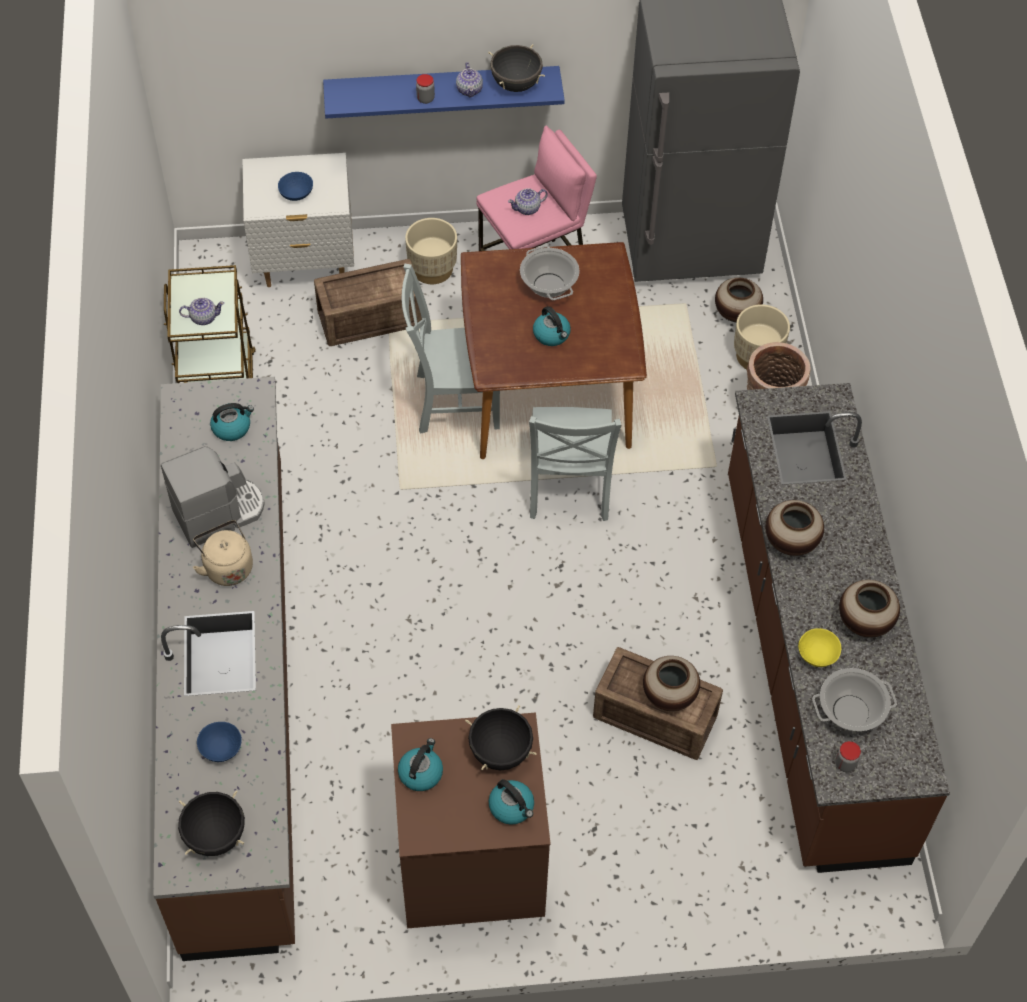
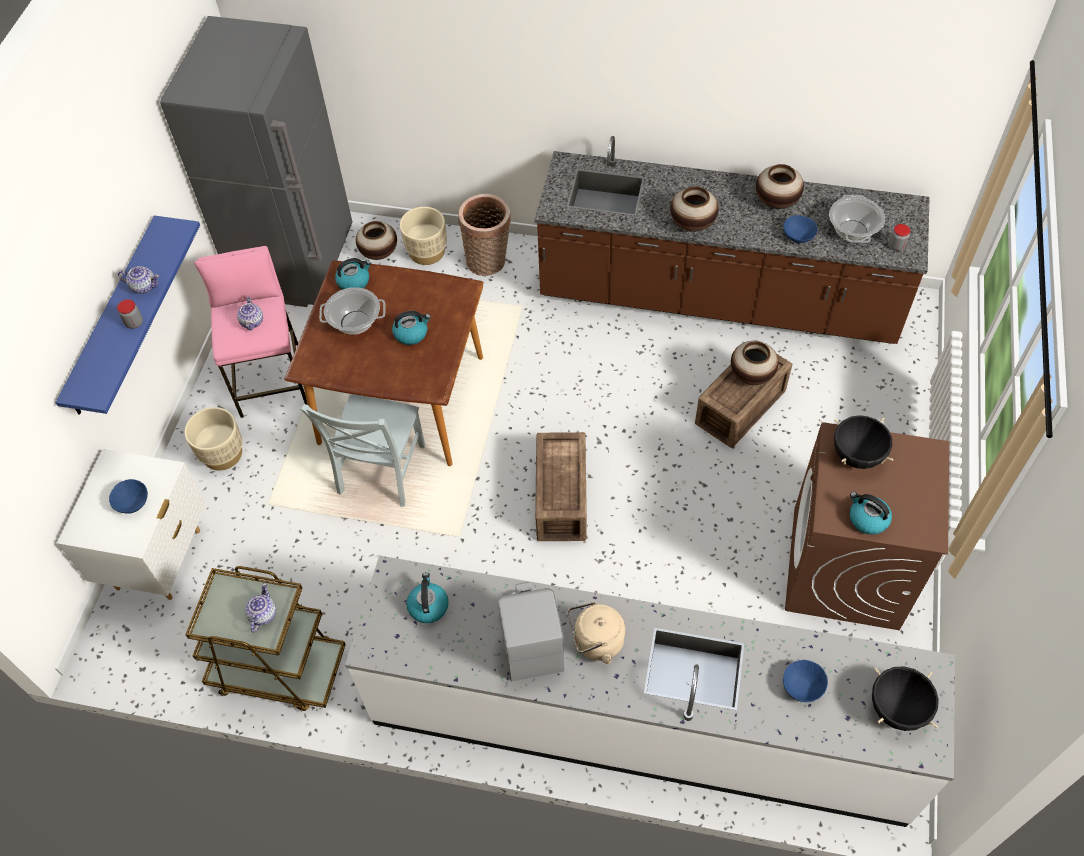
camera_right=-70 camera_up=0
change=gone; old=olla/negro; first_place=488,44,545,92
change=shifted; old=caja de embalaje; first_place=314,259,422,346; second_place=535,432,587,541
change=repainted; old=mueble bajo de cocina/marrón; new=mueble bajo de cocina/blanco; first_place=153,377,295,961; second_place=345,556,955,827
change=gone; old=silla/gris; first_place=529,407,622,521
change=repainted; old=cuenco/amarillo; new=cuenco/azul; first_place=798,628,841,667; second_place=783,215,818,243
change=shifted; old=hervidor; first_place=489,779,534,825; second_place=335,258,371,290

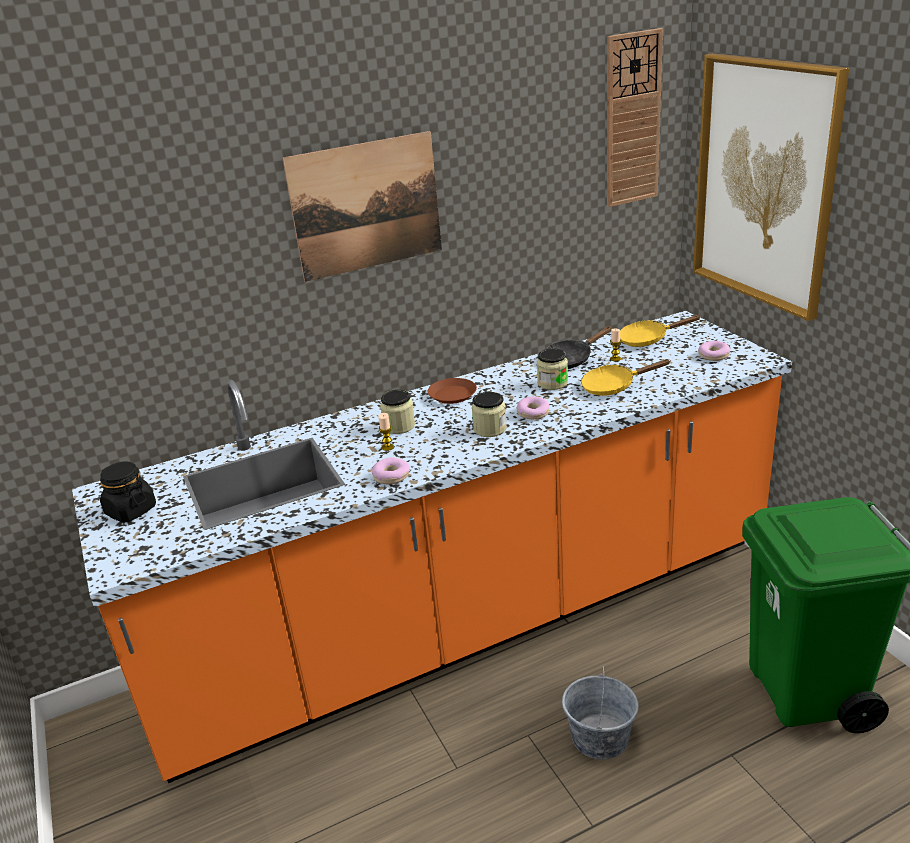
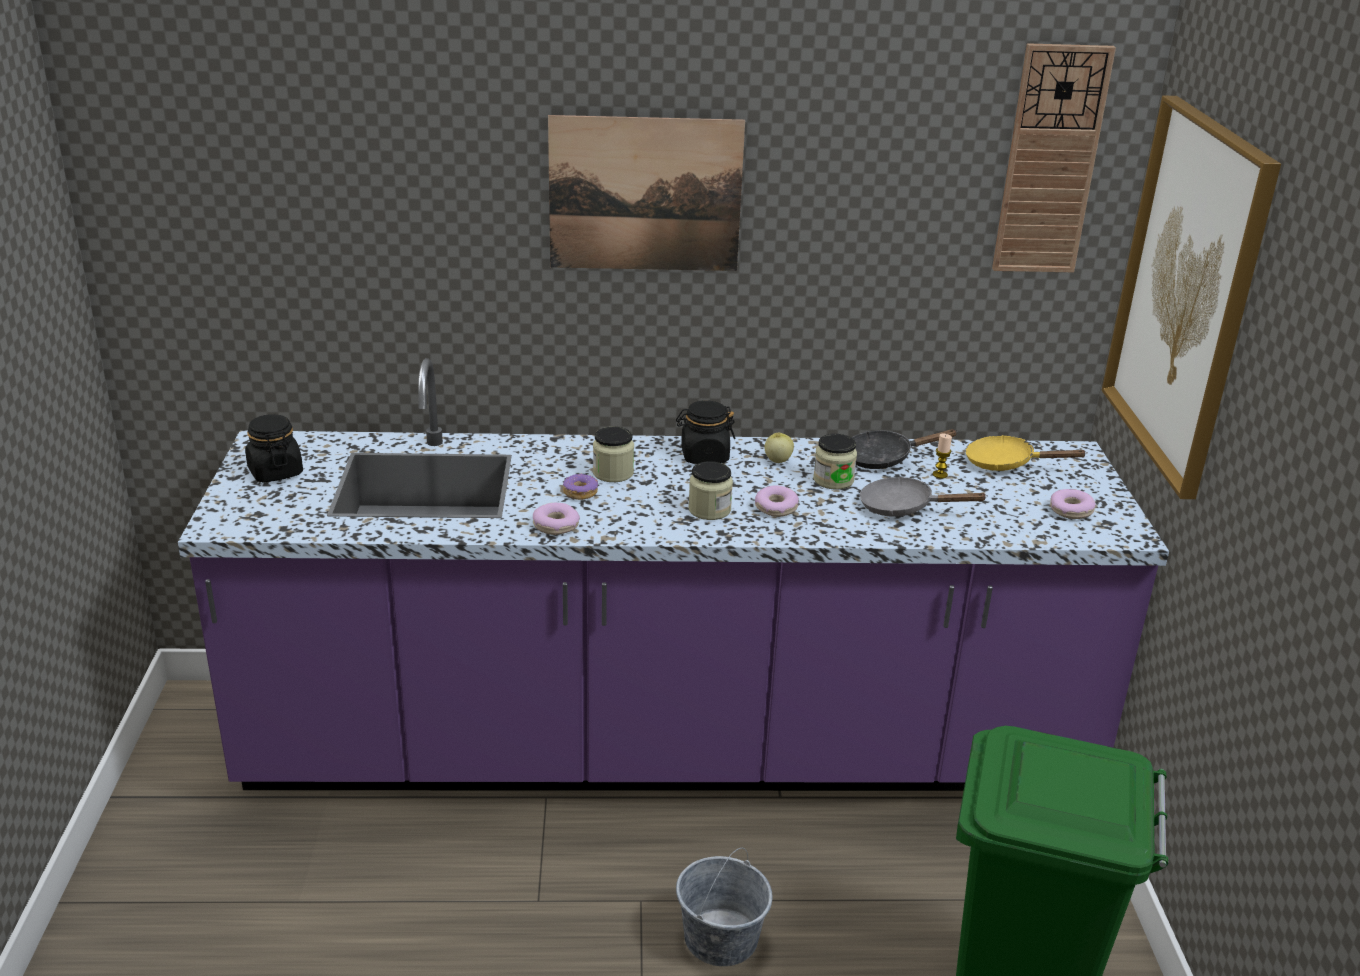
camera_right=20 camera_up=0
change=repainted; old=mueble bajo de cocina/naranja; new=mueble bajo de cocina/morado; first_place=72,311,792,783; second_place=178,358,1169,791
change=repainted; old=sartén/amarillo; new=sartén/gris; first_place=581,359,670,396; second_place=860,477,988,517
change=swapped; old=plato/marrón; new=tarro/negro; first_place=428,378,477,404; second_place=676,400,736,464
change=swapped; old=vela; new=rosquilla; first_place=378,413,394,451; second_place=563,473,598,500
change=new; new=manzana; second_place=765,433,794,463

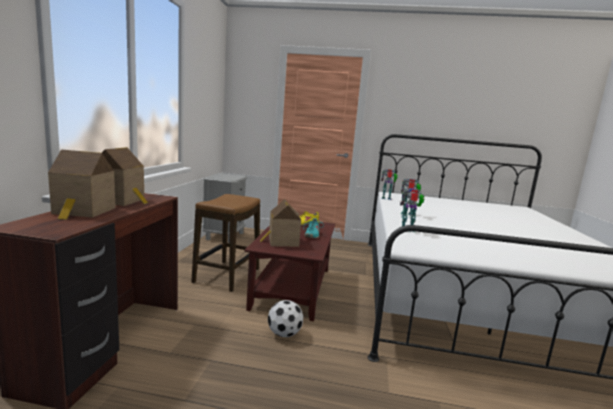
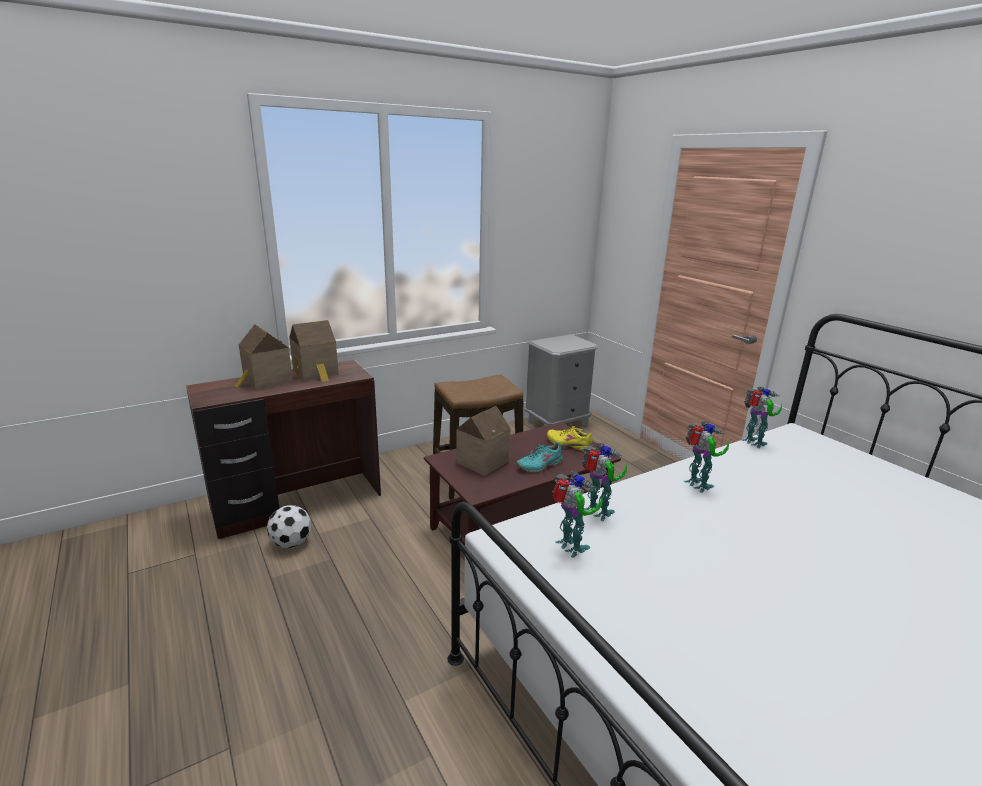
camera_right=50 camera_up=10
change=shifted; old=balón de fútbol; first_place=268,300,304,337; second_place=267,505,311,548
change=new; new=robot de juguete; second_place=552,471,603,558

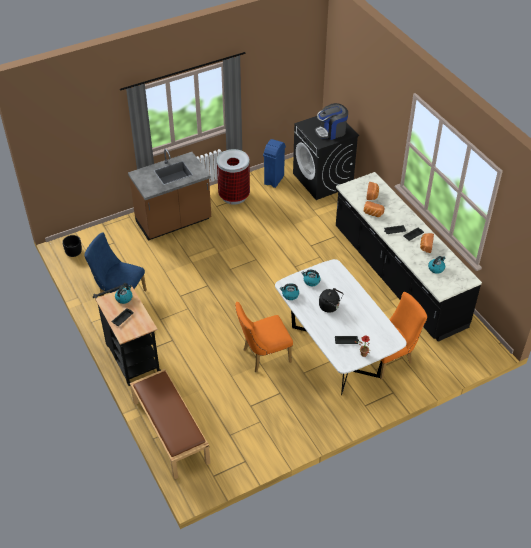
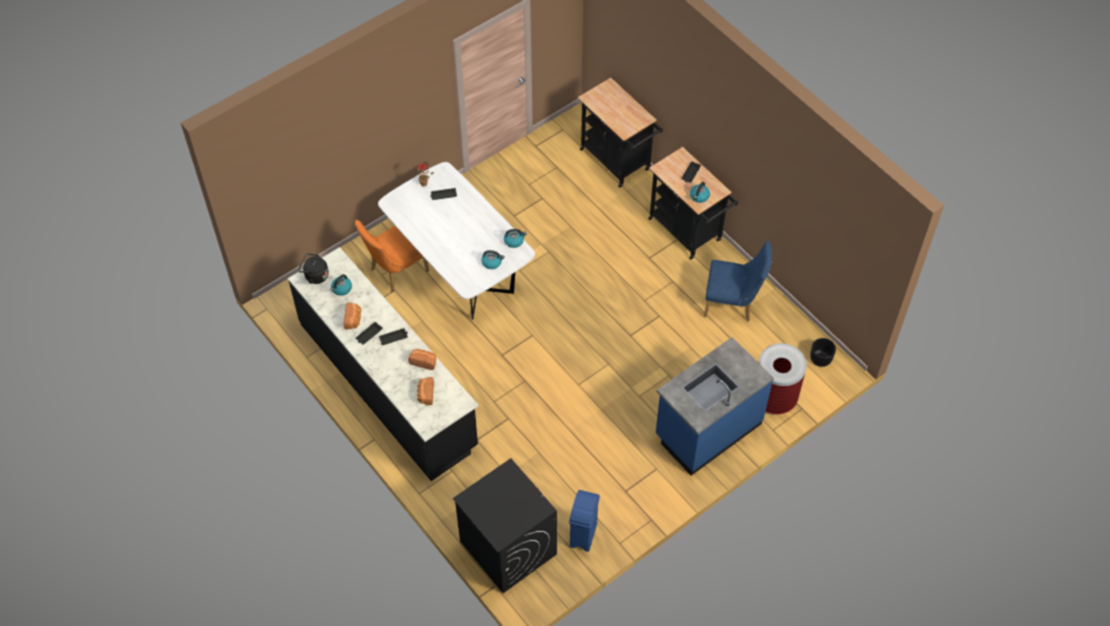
camera_right=170 camera_up=10
change=gone; old=cafetera; first_place=315,103,348,140
change=repainted; old=mueble bajo de cocina/marrón; new=mueble bajo de cocina/azul; first_place=128,149,211,241; second_place=656,337,774,476
change=shifted; old=papelera; first_place=217,149,250,205; second_place=758,343,807,415
change=shifted; old=hervidor/negro; first_place=319,288,344,313; second_place=298,253,329,284
change=gone; old=silla/naranja; first_place=235,302,293,372
change=swapped; old=banco/marrón; new=carrito/negro; first_place=130,369,210,480; second_place=578,78,663,188

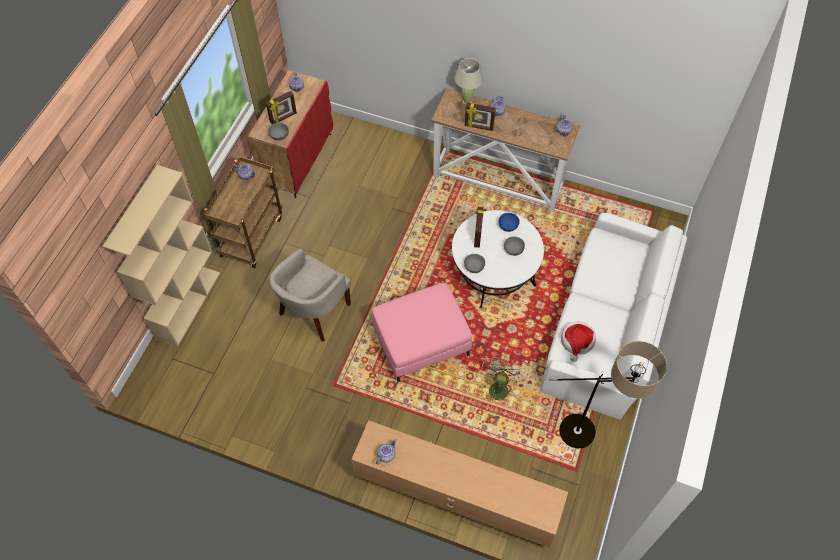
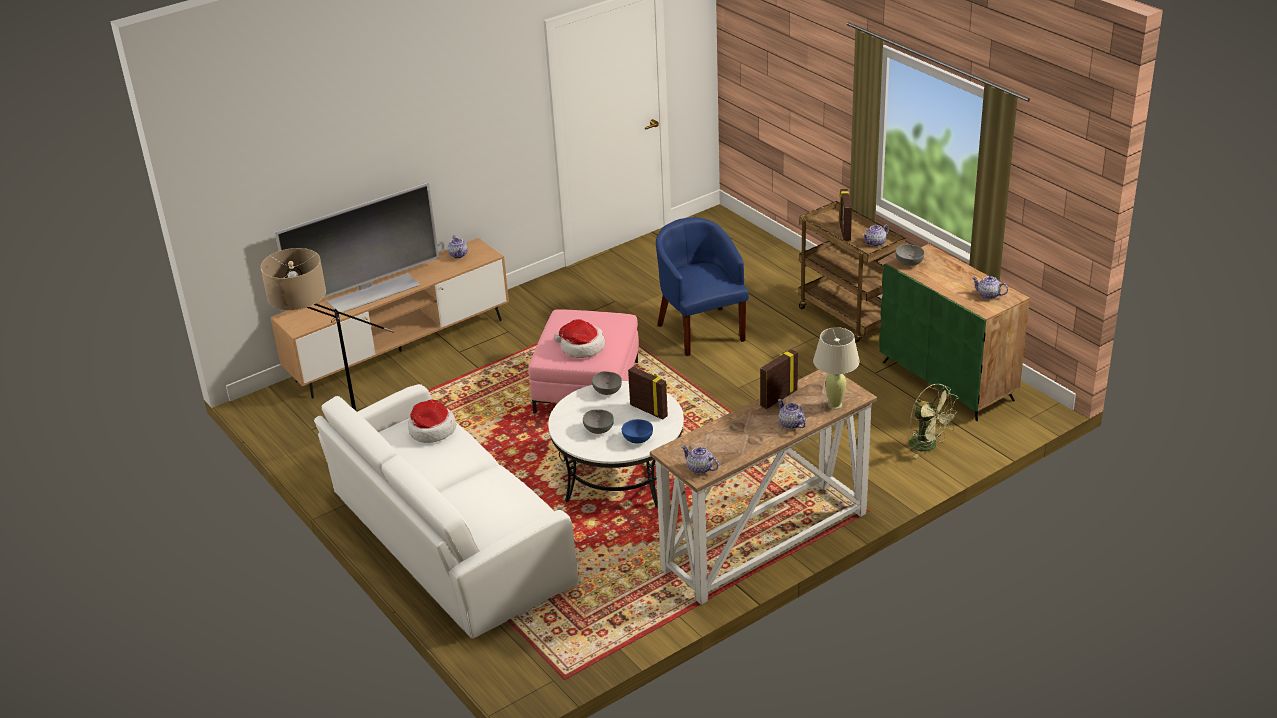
camera_right=125 camera_up=-25
change=repainted; old=armario/rojo; new=armario/verde; first_place=248,70,333,198; second_place=879,244,1030,421
change=shifted; old=portarretratos; first_place=266,91,297,124; second_place=839,189,852,241
change=gone; old=estantería/beis; first_place=103,165,220,347
change=repainted; old=sillón/beis; new=sillón/azul; first_place=269,248,351,341; second_place=656,217,749,356
change=shifted; old=ventilador/verde; first_place=481,357,525,401; second_place=909,384,959,458
change=new; new=televisor; second_place=275,183,439,313
change=new; new=sombrero; second_place=554,319,605,358

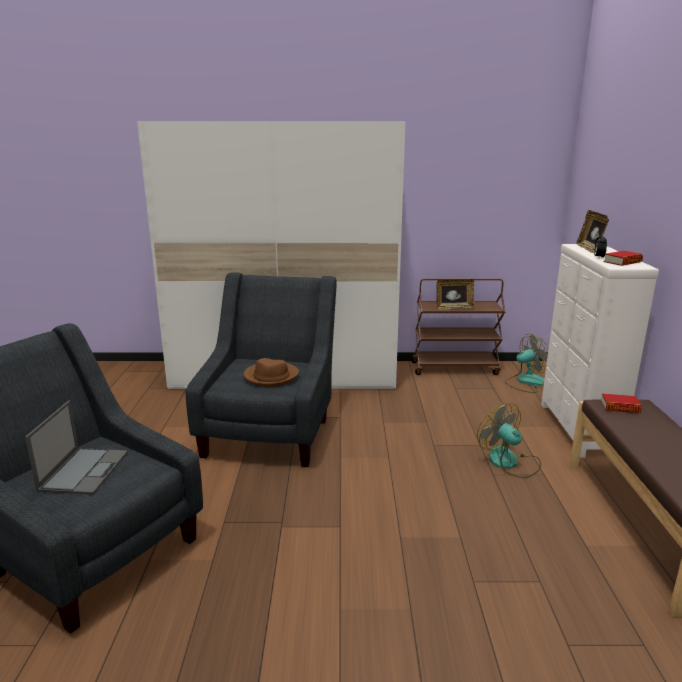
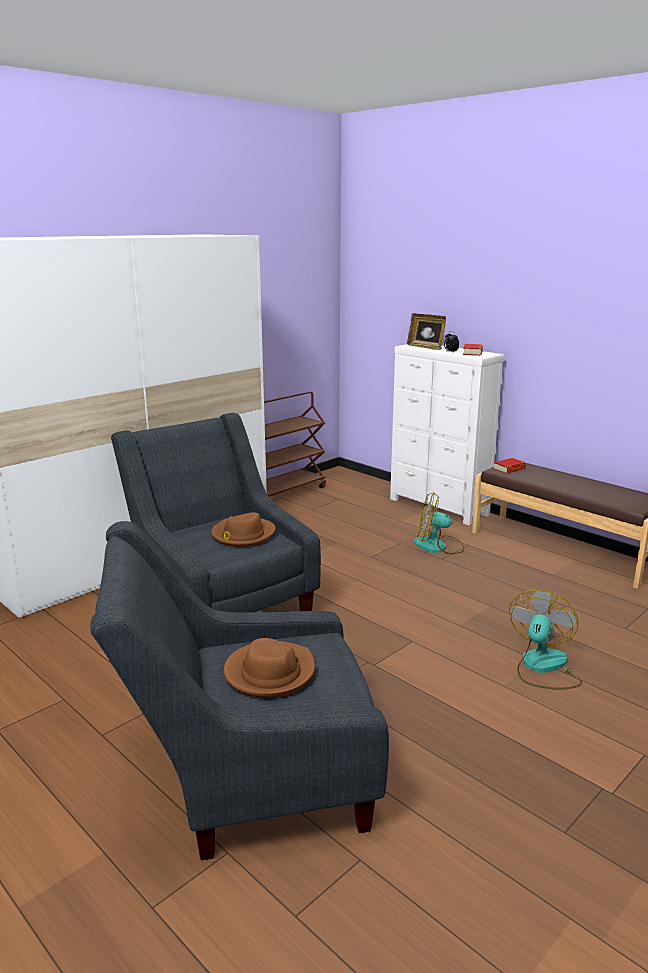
camera_right=-45 camera_up=0
change=gone; old=portarretratos; first_place=436,279,474,309
change=shifted; old=ventilador; first_place=505,334,548,393; second_place=509,589,582,690
change=swapped; old=portátil; new=sombrero/marrón; first_place=25,401,128,495; second_place=224,638,315,698

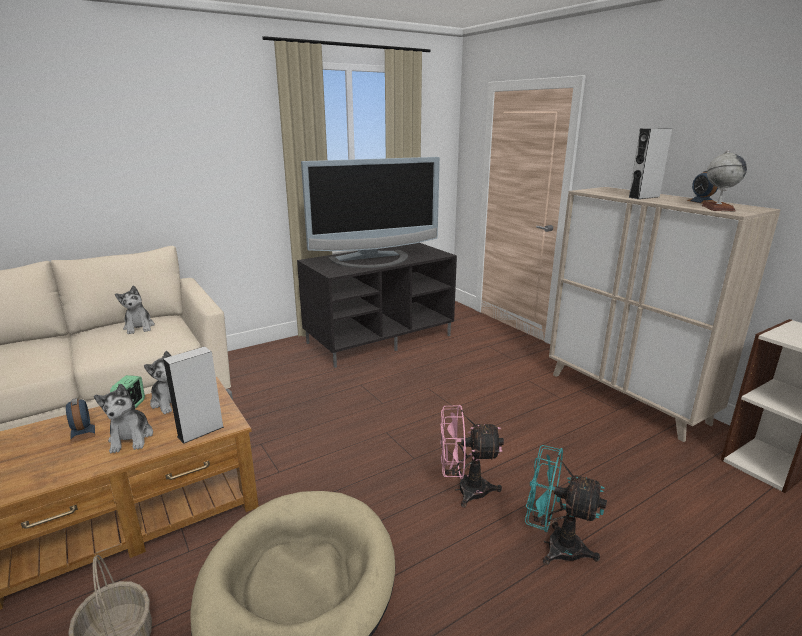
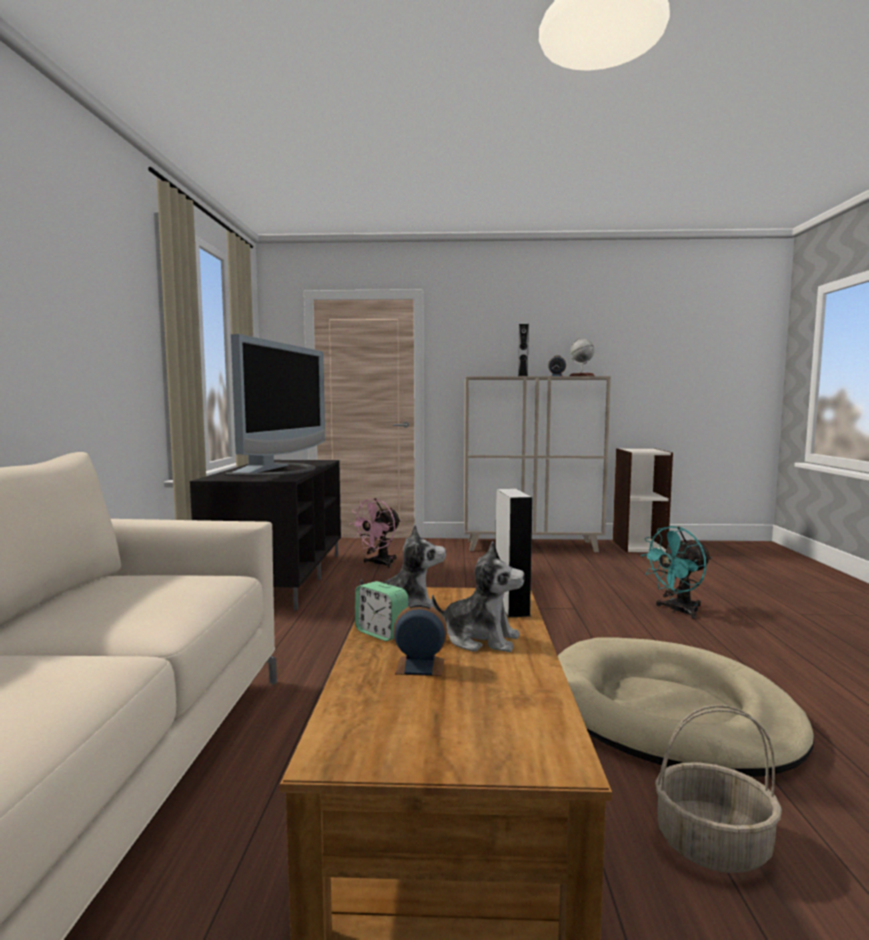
camera_right=-55 camera_up=-15
change=gone; old=peluche; first_place=115,285,155,335
change=shifted; old=ventilador/rosa; first_place=440,405,504,508; second_place=349,498,401,568

